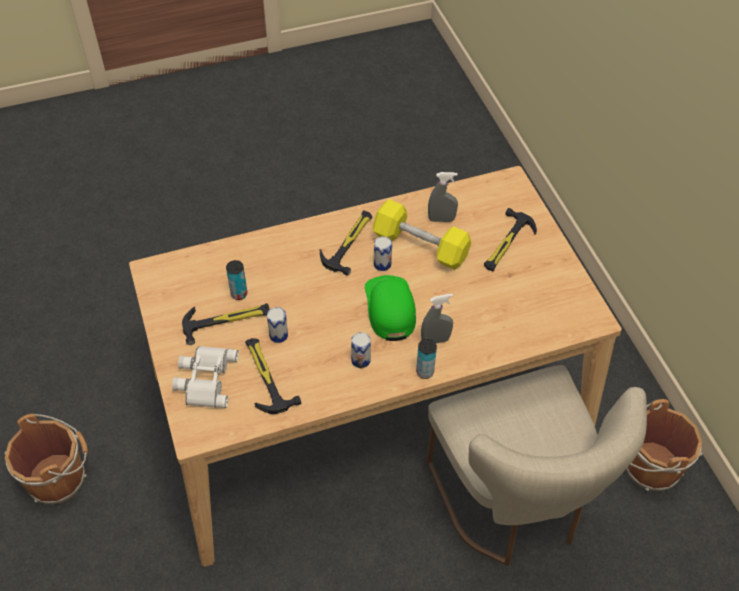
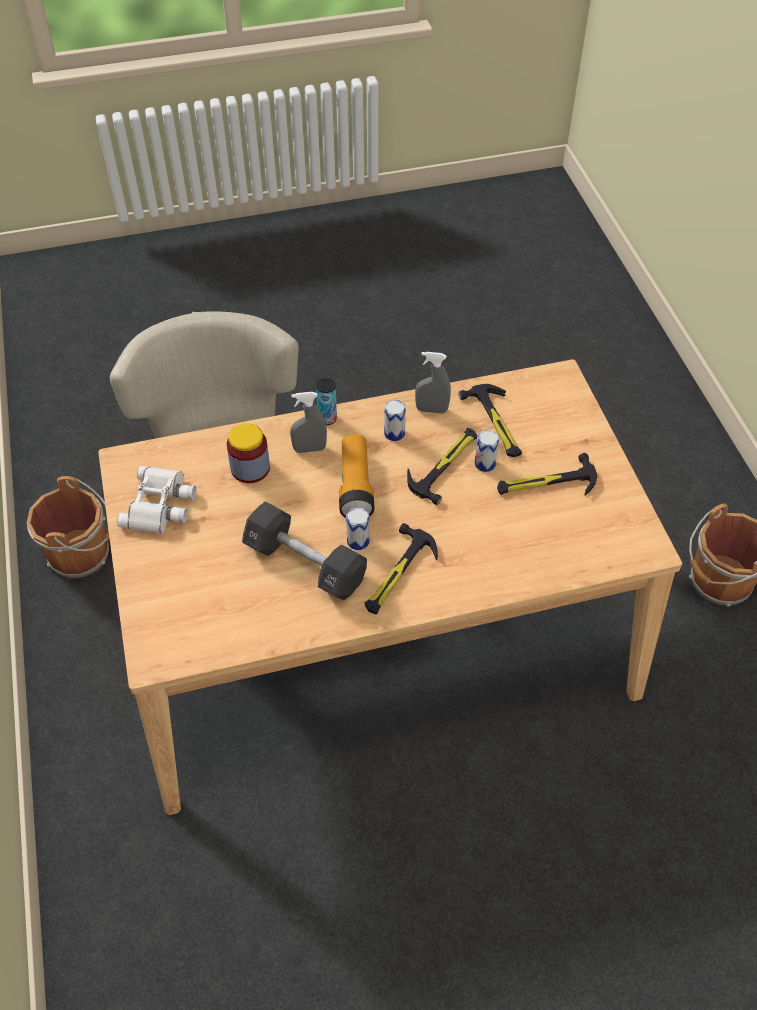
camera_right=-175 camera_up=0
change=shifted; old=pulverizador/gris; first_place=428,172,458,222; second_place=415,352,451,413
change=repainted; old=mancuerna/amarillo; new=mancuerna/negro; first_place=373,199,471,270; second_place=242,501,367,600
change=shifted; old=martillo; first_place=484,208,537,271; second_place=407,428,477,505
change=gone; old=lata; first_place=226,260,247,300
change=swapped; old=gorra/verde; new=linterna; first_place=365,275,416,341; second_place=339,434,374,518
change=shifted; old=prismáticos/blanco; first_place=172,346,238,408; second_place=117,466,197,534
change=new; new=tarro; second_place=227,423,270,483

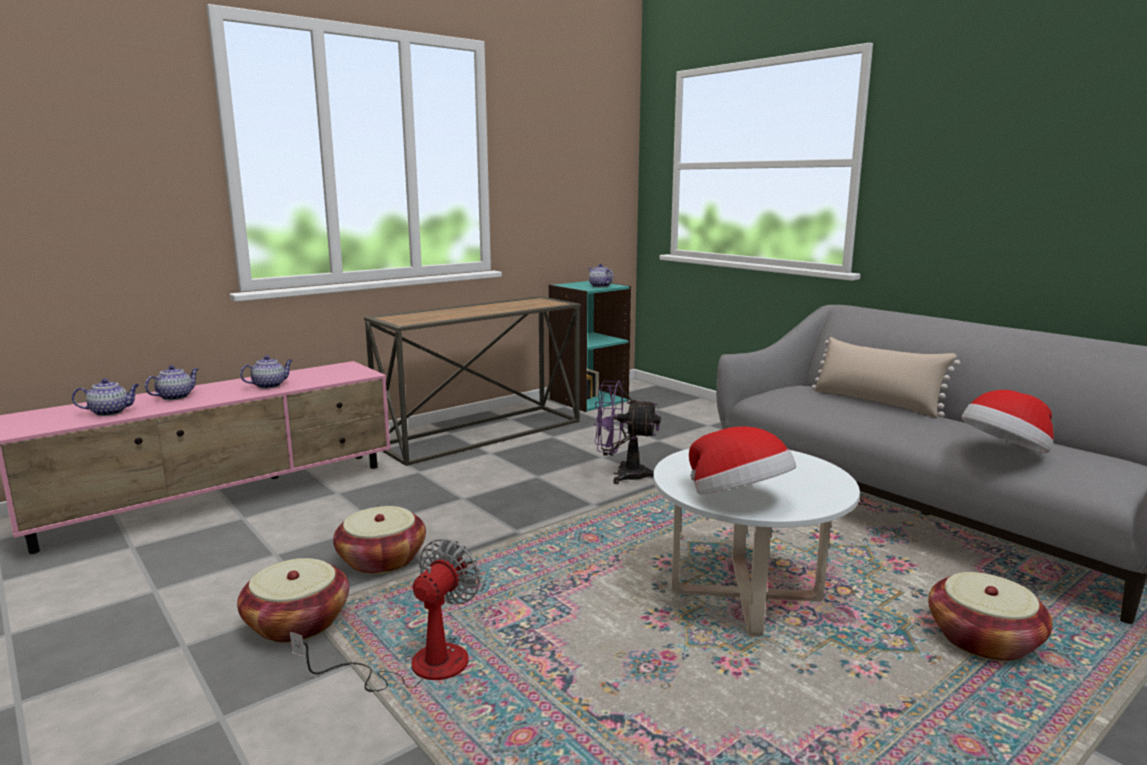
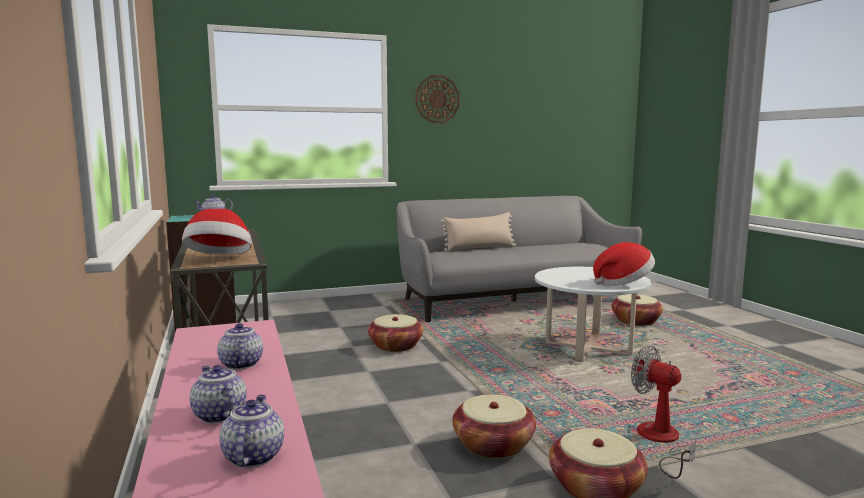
camera_right=-70 camera_up=-5
change=swapped; old=ventilador/morado; new=cesta; first_place=594,381,661,484; second_place=368,314,423,352
change=shifted; old=sombrero; first_place=961,390,1054,453; second_place=182,209,252,255
change=new; new=reloj de pared; second_place=416,75,460,123

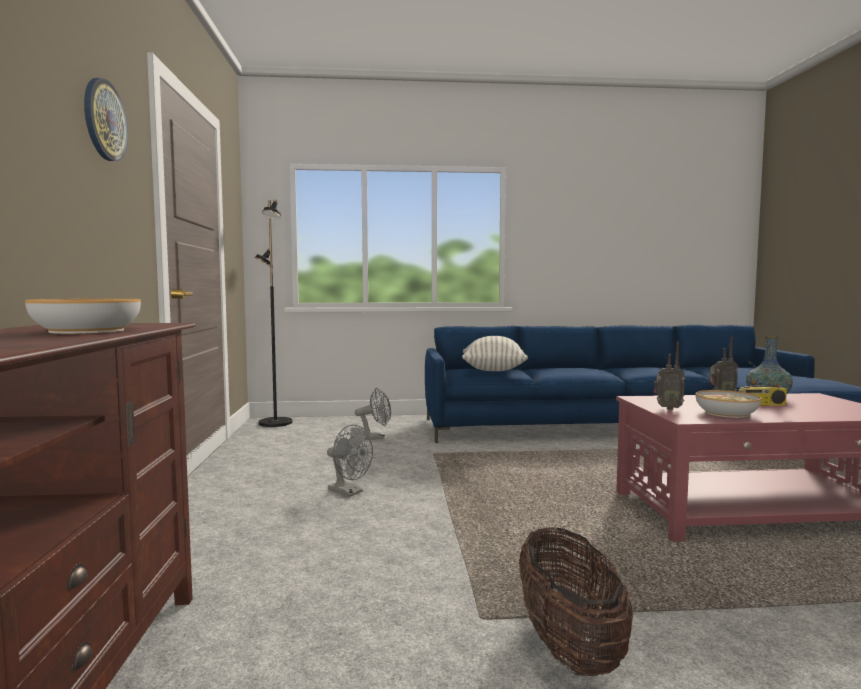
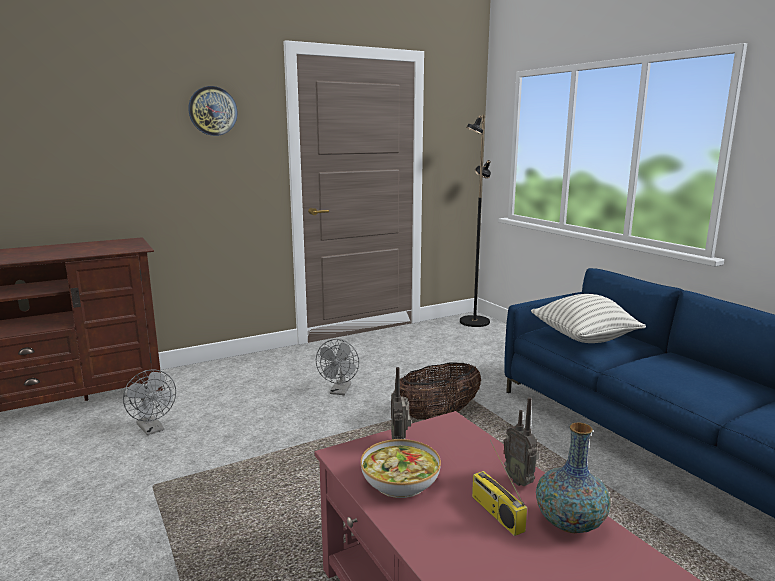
camera_right=65 camera_up=10
change=gone; old=cuenco; first_place=25,299,141,334
change=shifted; old=ventilador/gris; first_place=355,388,391,440; second_place=123,370,176,435
change=shifted; old=cesta; first_place=519,527,633,676; second_place=394,362,481,420

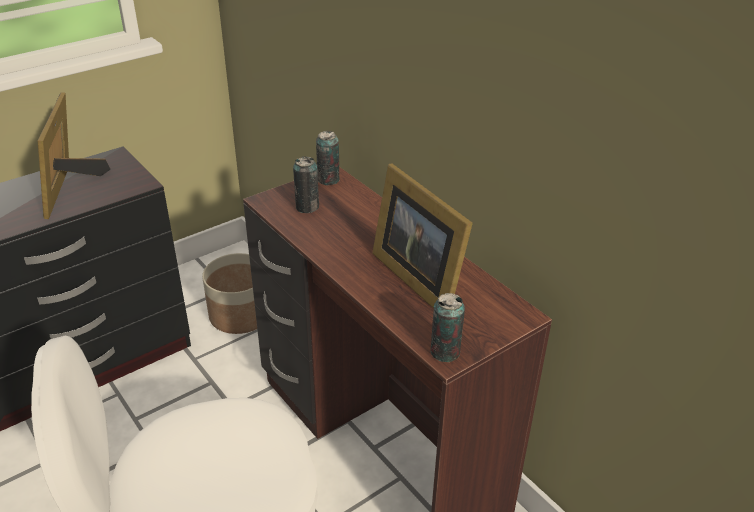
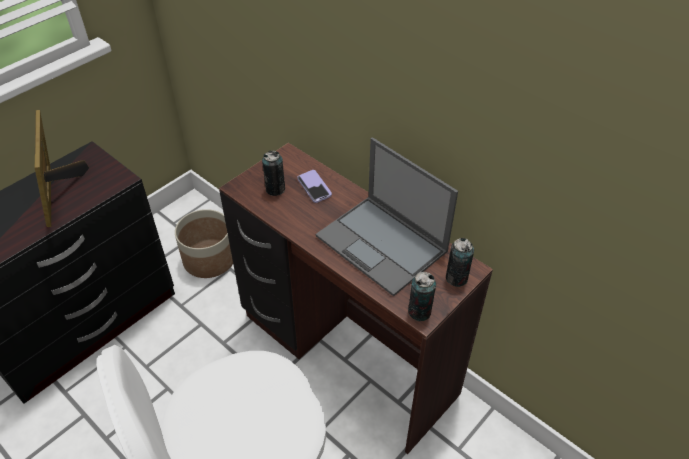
camera_right=-10 camera_up=10
change=shifted; old=lata; first_place=316,131,339,185; second_place=446,238,474,287
change=swapped; old=portarretratos; new=portátil; first_place=372,163,473,309; second_place=316,137,458,296
change=new; new=móvil; second_place=297,170,332,203

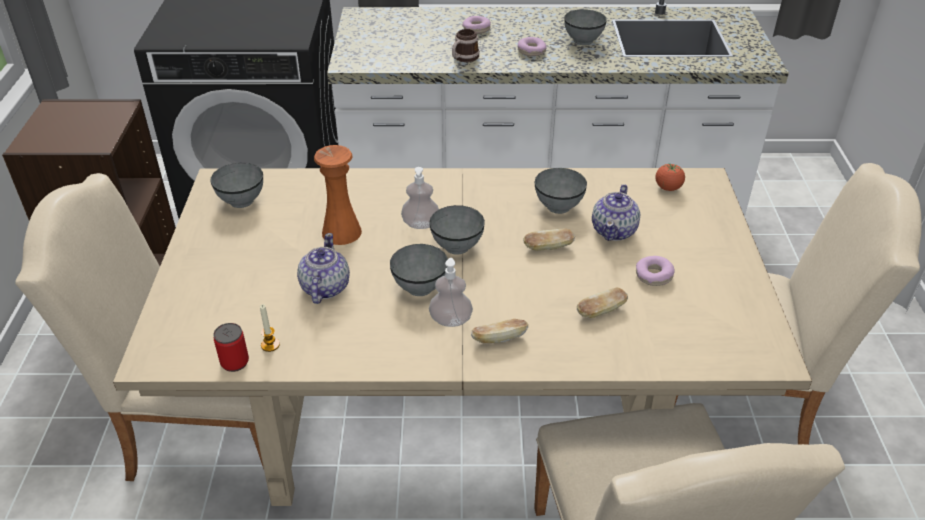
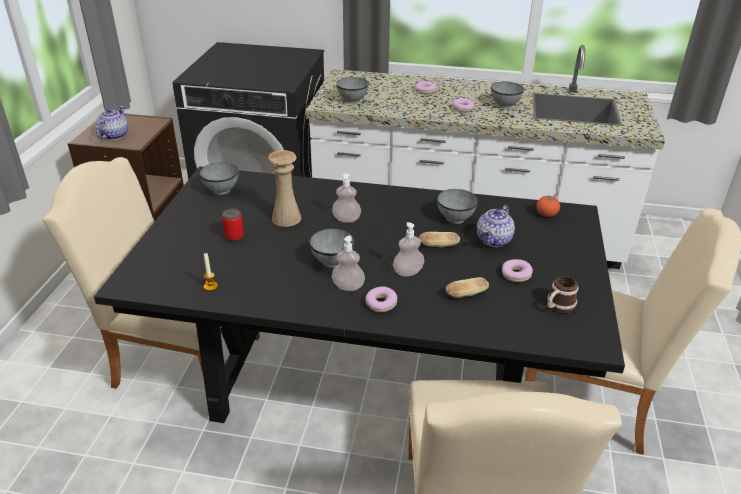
camera_right=10 camera_up=-5
change=shifted; old=taza grande; first_place=452,29,480,62; second_place=547,276,578,313
change=repainted; old=florero/naranja; new=florero/beis; first_place=314,145,362,245; second_place=268,150,302,227
change=repainted; old=mesa de comedor/beis; new=mesa de comedor/negro; first_place=113,168,812,506; second_place=94,166,625,423
change=shifted; old=cuenco/gris; first_place=429,205,485,255; second_place=337,77,369,104
change=shifted; old=tetera; first_place=297,233,350,304; second_place=96,106,128,140
change=swapped; old=pan; new=rosquilla; first_place=471,319,528,344; second_place=365,287,397,312
change=shifted; old=lata; first_place=214,323,249,372; second_place=222,208,244,241
change=new; new=dispensador de jabón; second_place=393,222,424,277

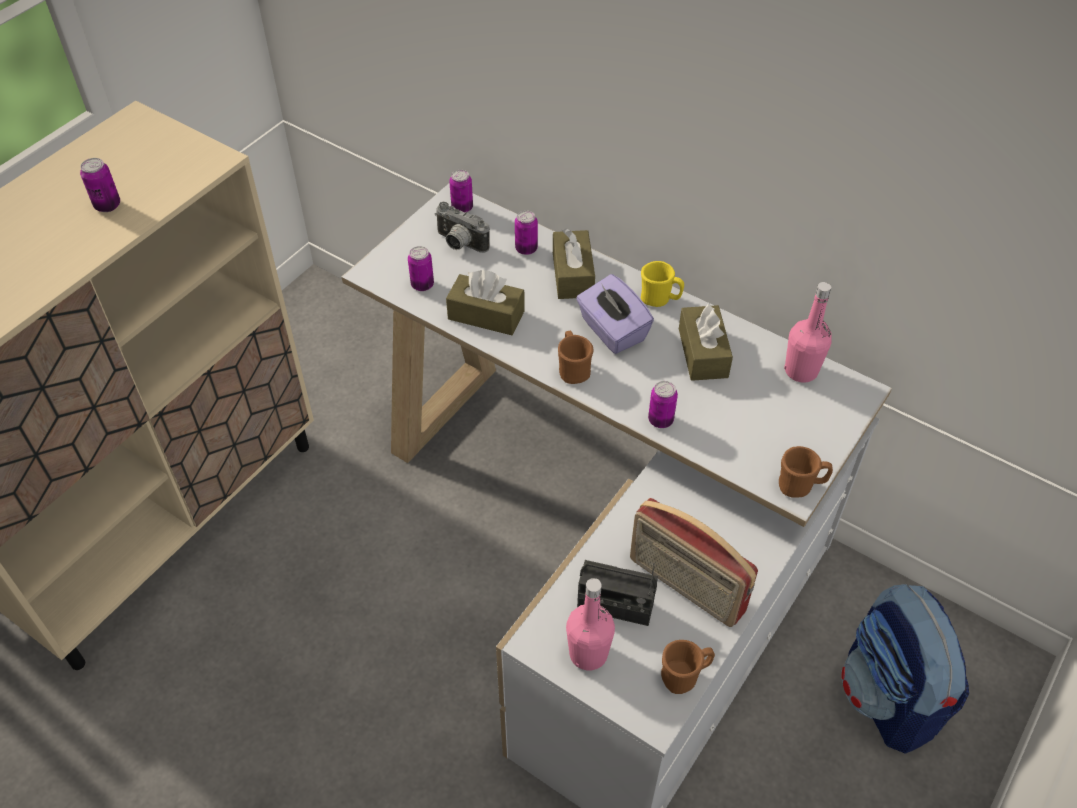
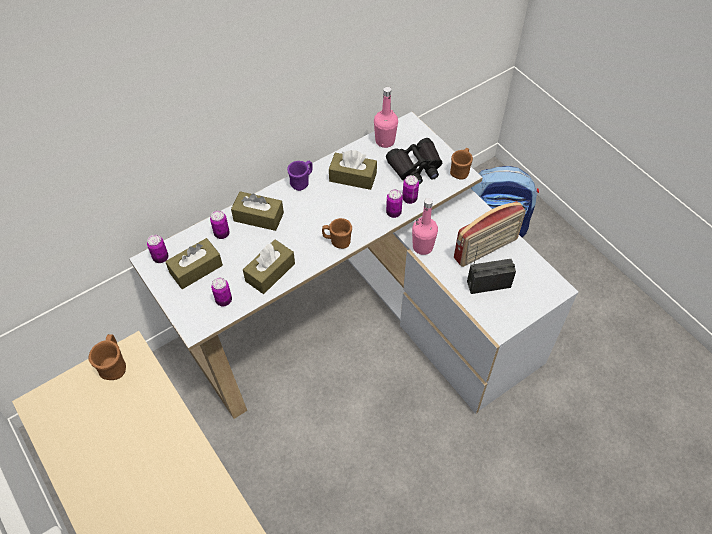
camera_right=-70 camera_up=5
change=shifted; old=lata; first_place=80,158,120,212; second_place=402,175,419,204
change=swapped; old=cámara; new=caja de pañuelos/marrón; first_place=435,202,490,253; second_place=165,238,223,289
change=repainted; old=taza grande/amarillo; new=taza grande/morado; first_place=641,261,684,307; second_place=287,161,312,191
change=gone; old=caja de pañuelos/morado; first_place=576,274,654,354
change=rotated; old=radio; first_place=577,560,658,626; second_place=467,248,516,294; degrees=-135
change=shifted; old=botella/rosa; first_place=566,578,615,670; second_place=412,198,438,255
change=shifted; old=taza grande/marrón; first_place=661,640,715,694; second_place=89,334,126,380
change=new; new=prismáticos/negro; second_place=386,138,442,184

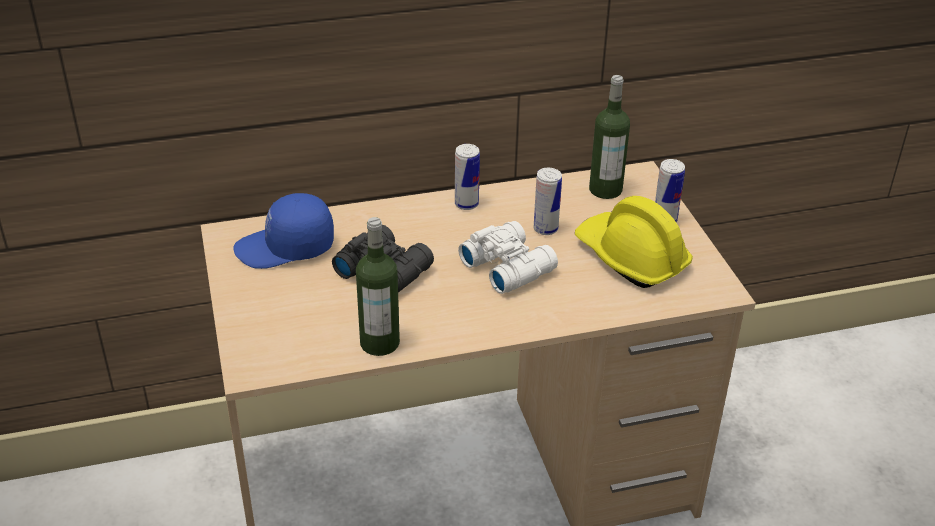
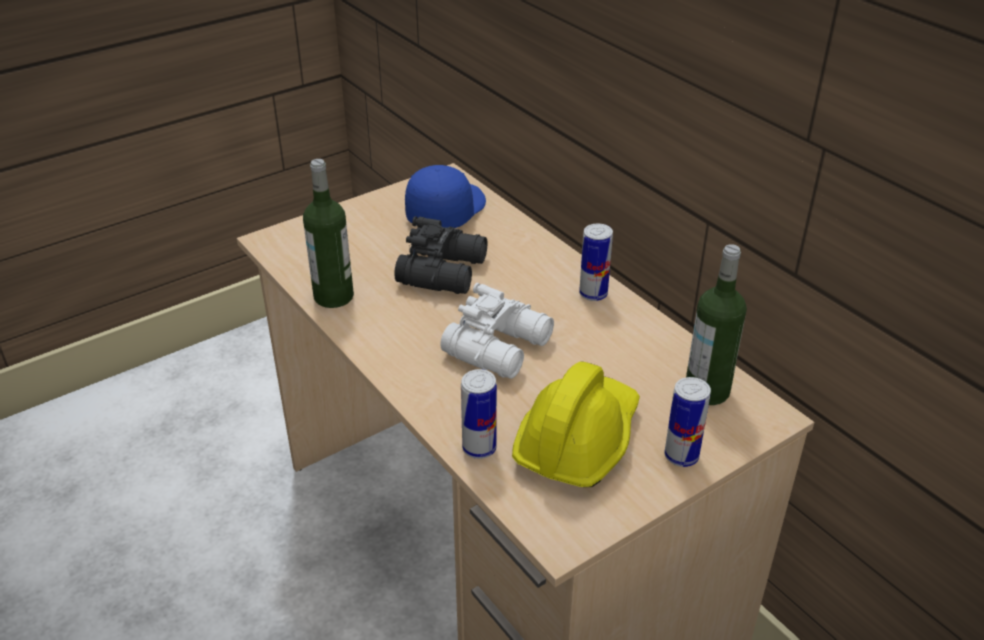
camera_right=70 camera_up=0
change=shifted; old=lata; first_place=534,168,562,235; second_place=461,369,497,459
change=rotated; old=gorra/azul; first_place=234,193,334,269; second_place=405,165,486,228; degrees=60

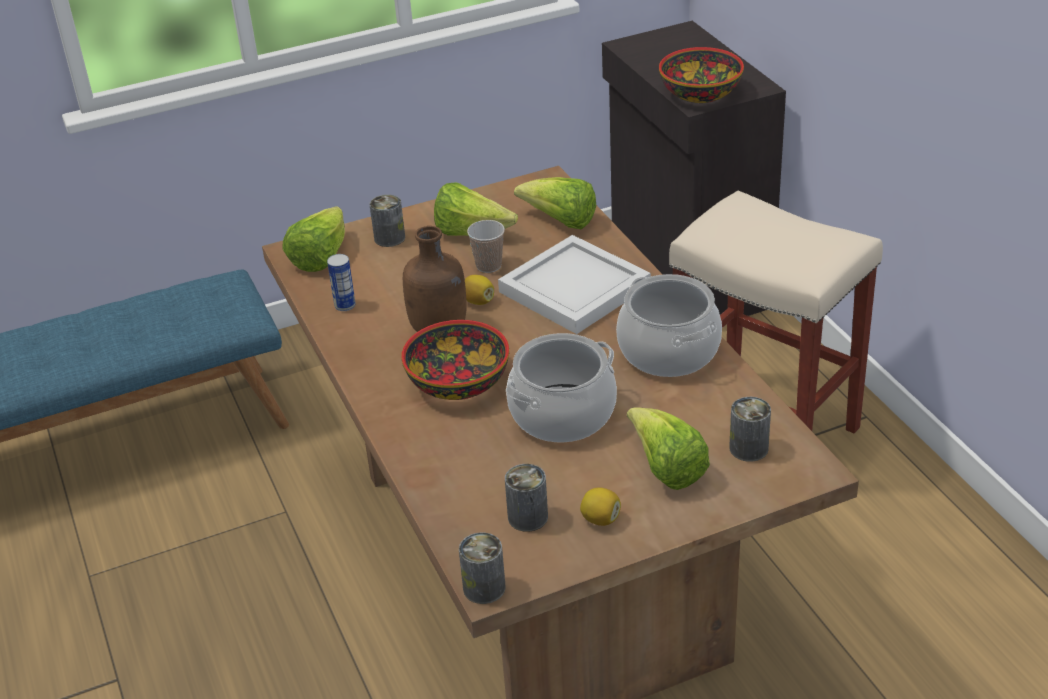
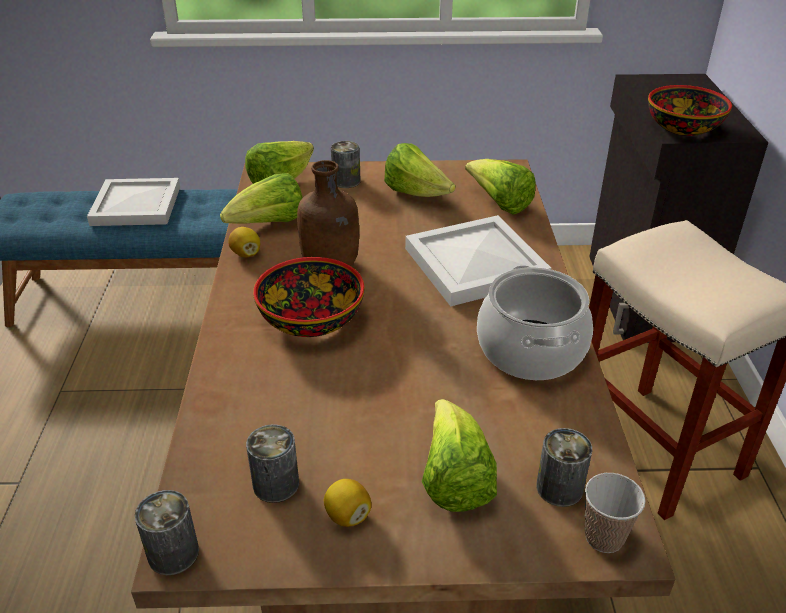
camera_right=20 camera_up=0
change=shifted; old=taza; first_place=467,220,505,273; second_place=585,473,646,553
change=swapped; old=lata; new=lechuga; first_place=327,254,356,311; second_place=220,173,302,224
change=shifted; old=limón; first_place=465,275,494,305; second_place=228,227,260,257
change=gone; old=olla; first_place=506,333,617,443
change=new; new=bandeja/blanco; second_place=87,178,180,226

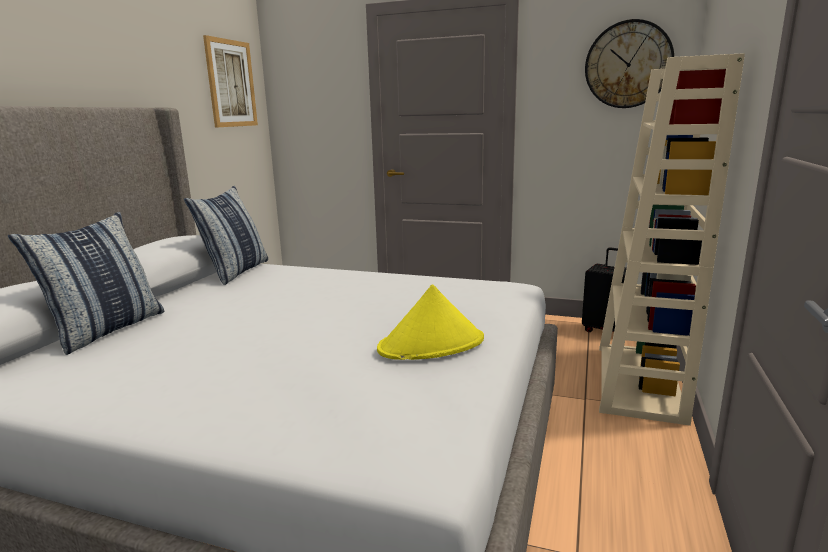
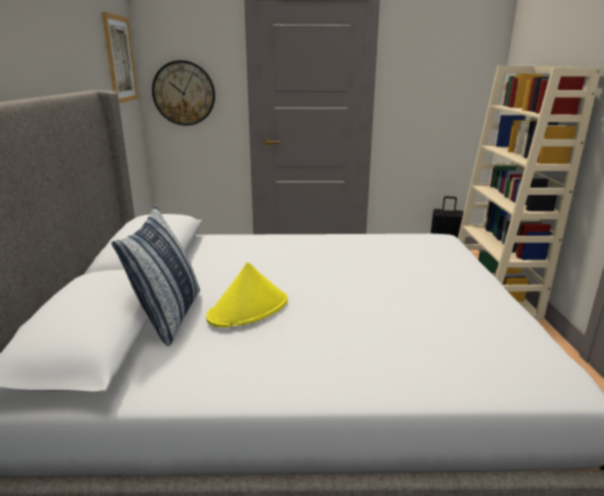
camera_right=-20 camera_up=5
change=shifted; old=reloj de pared; first_place=585,19,674,108; second_place=152,60,215,126
change=gone; old=cojín; first_place=184,186,268,285
change=shifted; old=sombrero/amarillo; first_place=377,285,484,360; second_place=206,262,288,327

